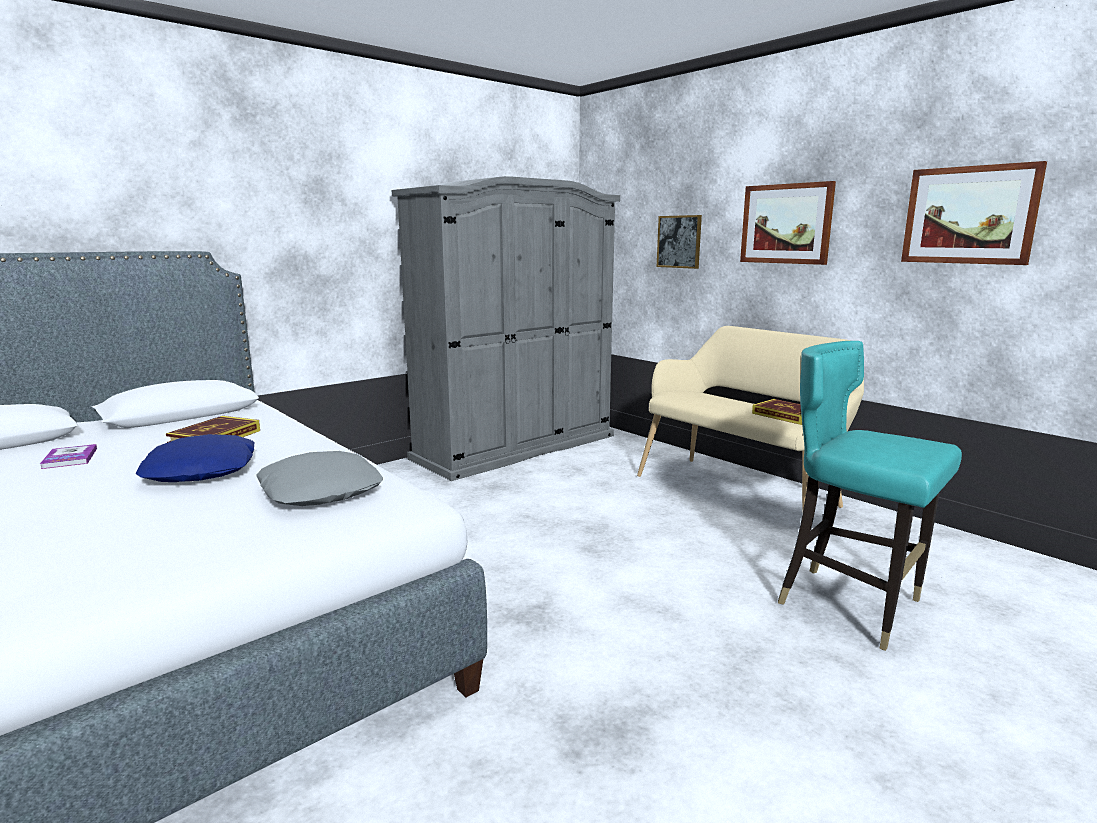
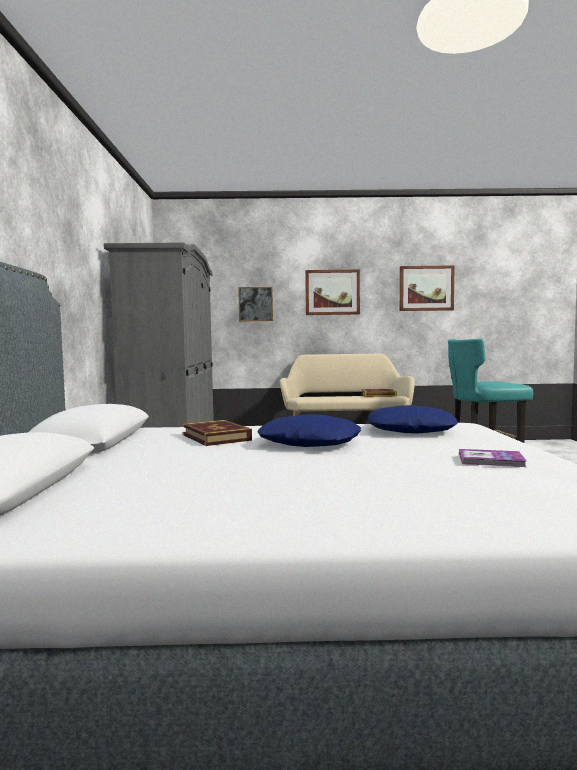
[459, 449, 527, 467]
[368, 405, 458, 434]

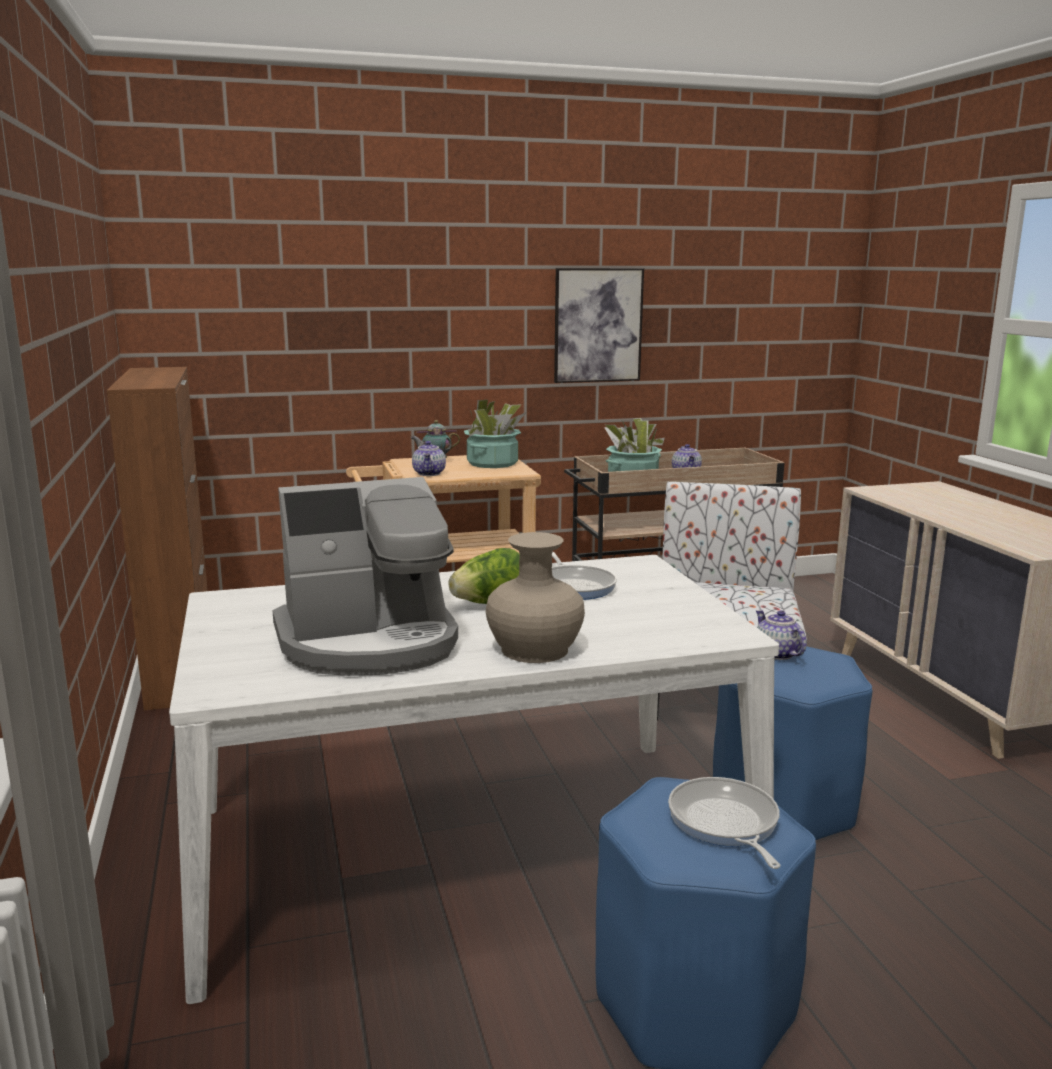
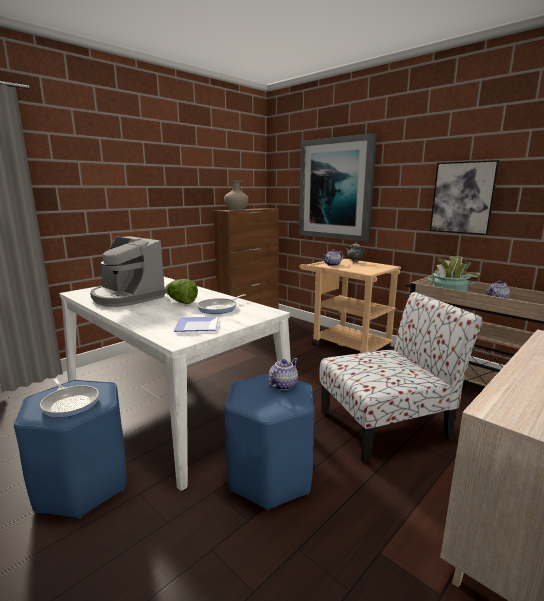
[464, 400, 526, 468] (first image)
[174, 317, 219, 332]
[299, 133, 377, 242]
[224, 180, 248, 210]
[40, 378, 99, 418]

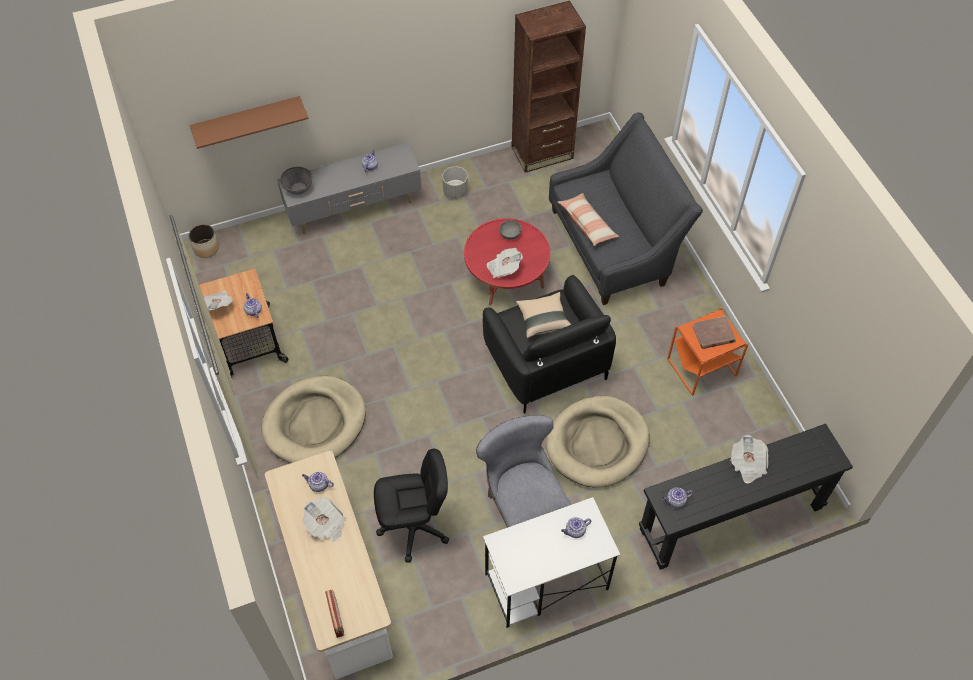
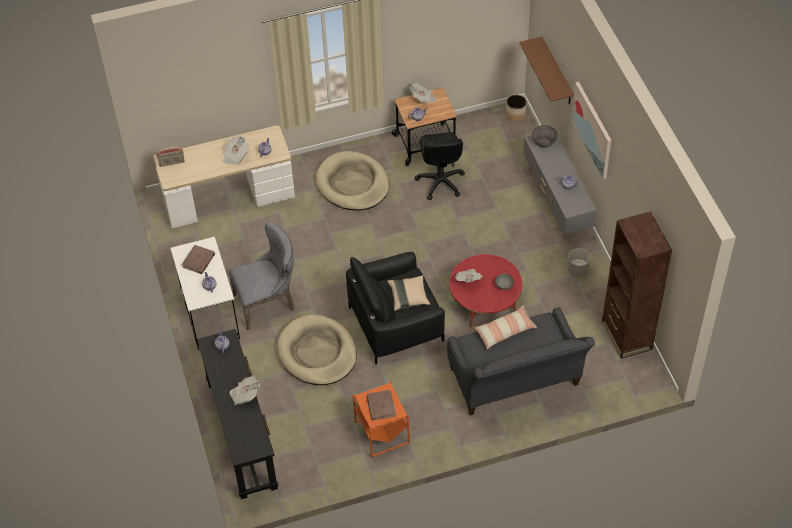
[182, 245, 215, 274]
[572, 82, 611, 179]
[415, 132, 465, 200]

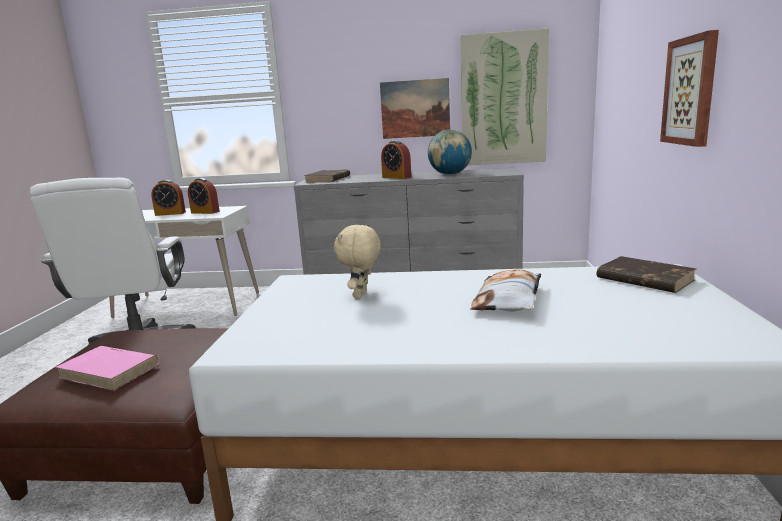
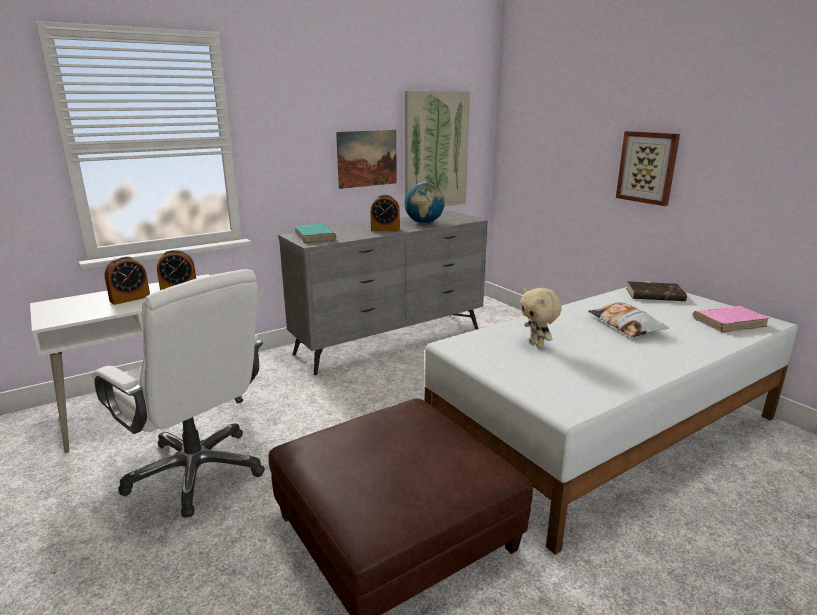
[692, 306, 769, 332]
[295, 224, 337, 243]

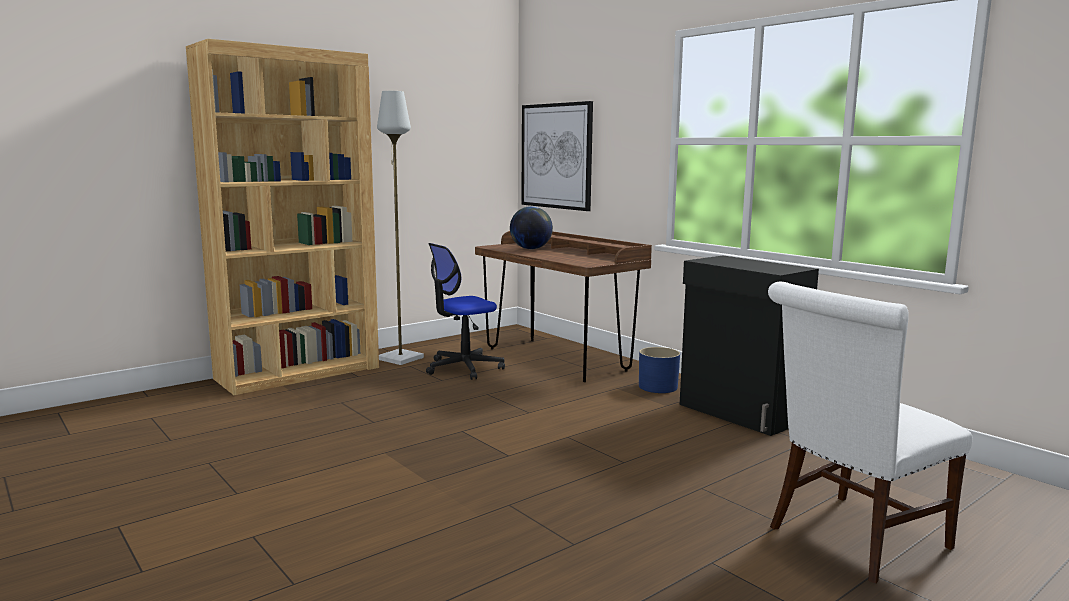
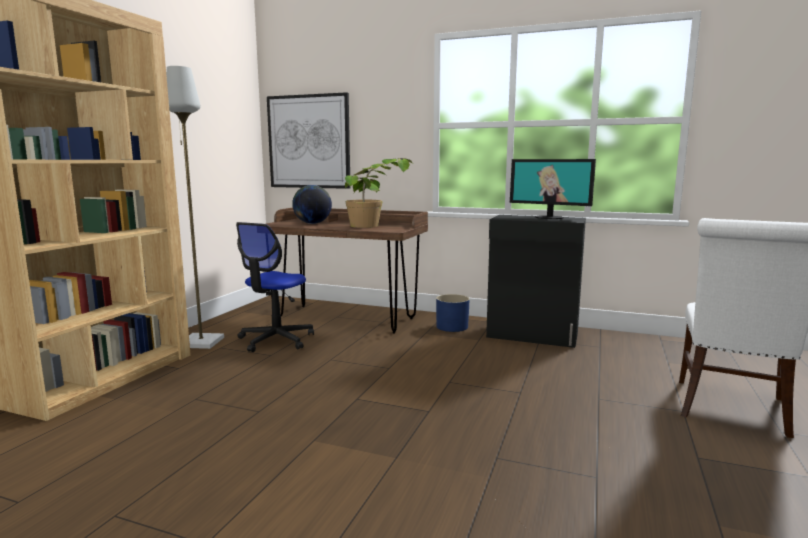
[345, 158, 412, 228]
[510, 159, 596, 219]

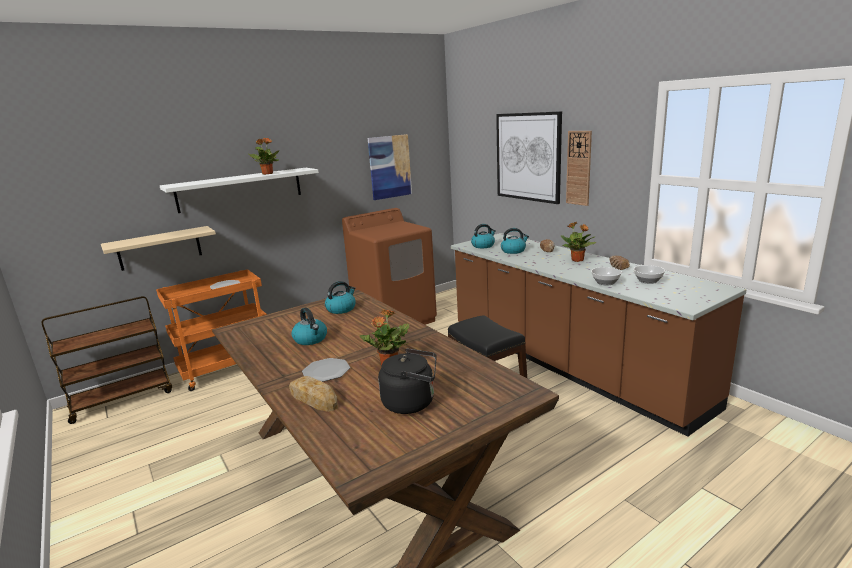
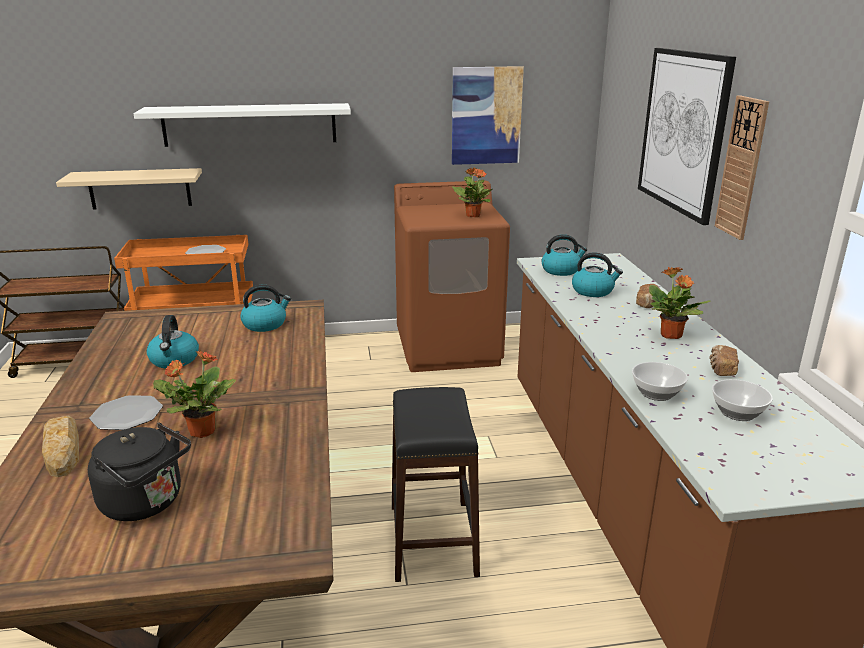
[452, 167, 492, 217]

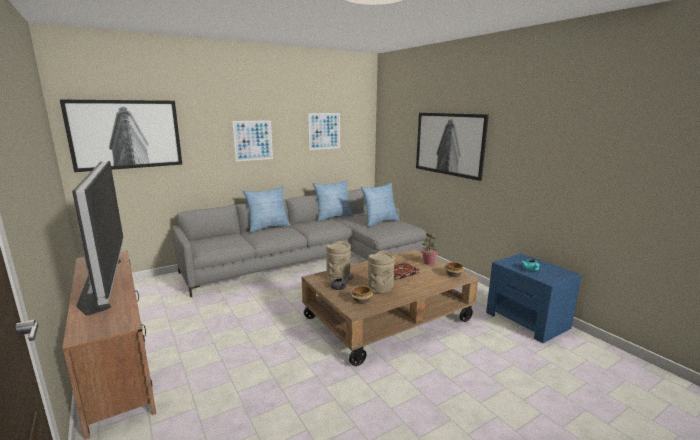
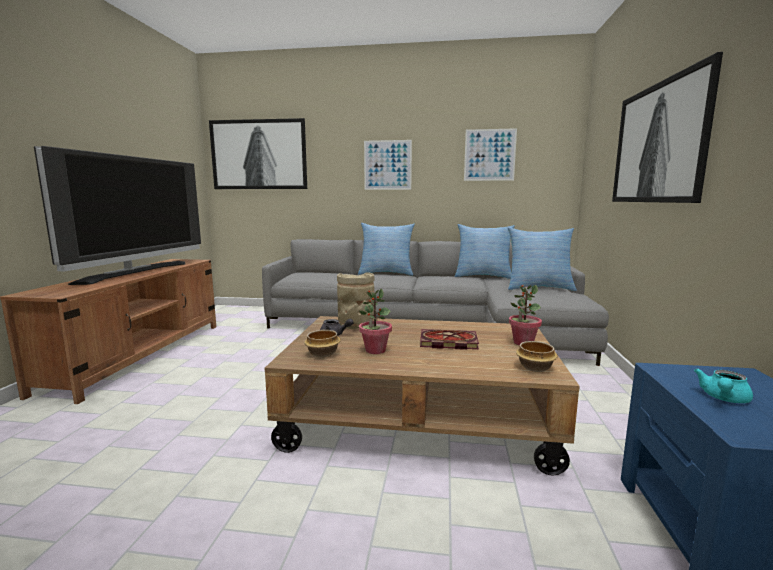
[359, 289, 392, 354]

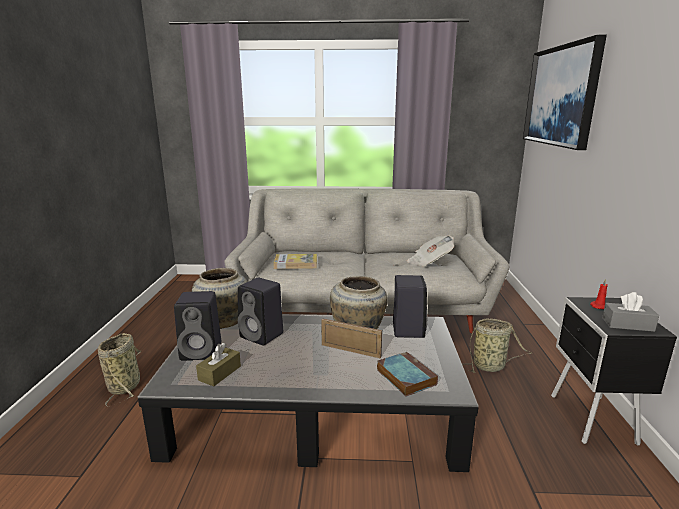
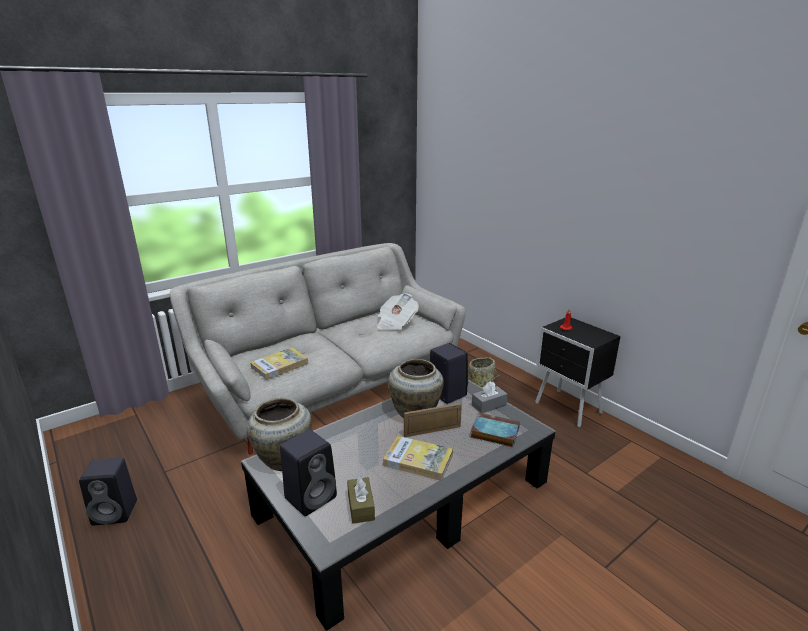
[98, 333, 141, 407] (first image)
[523, 35, 607, 150] (first image)
[383, 436, 453, 481]
[79, 457, 137, 525]
[472, 381, 507, 413]

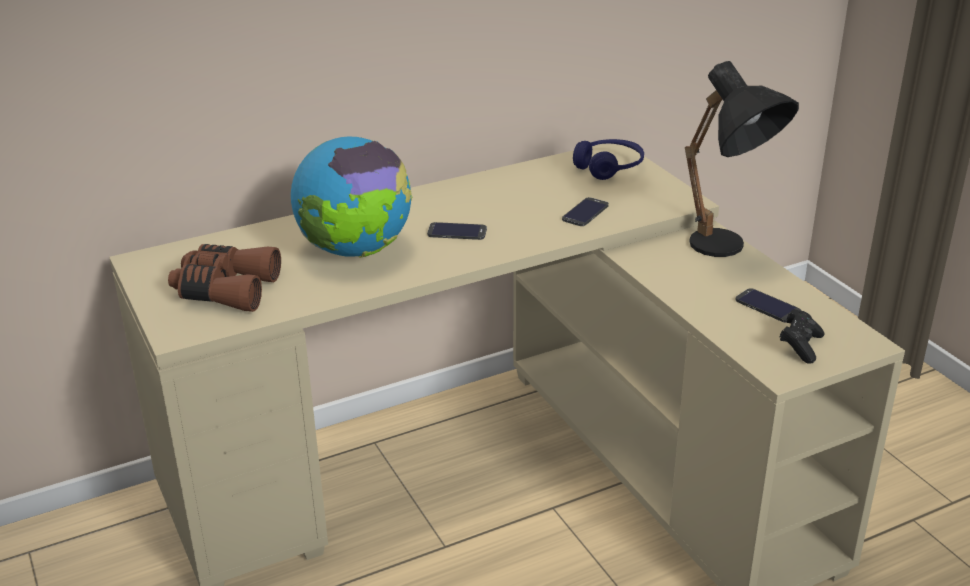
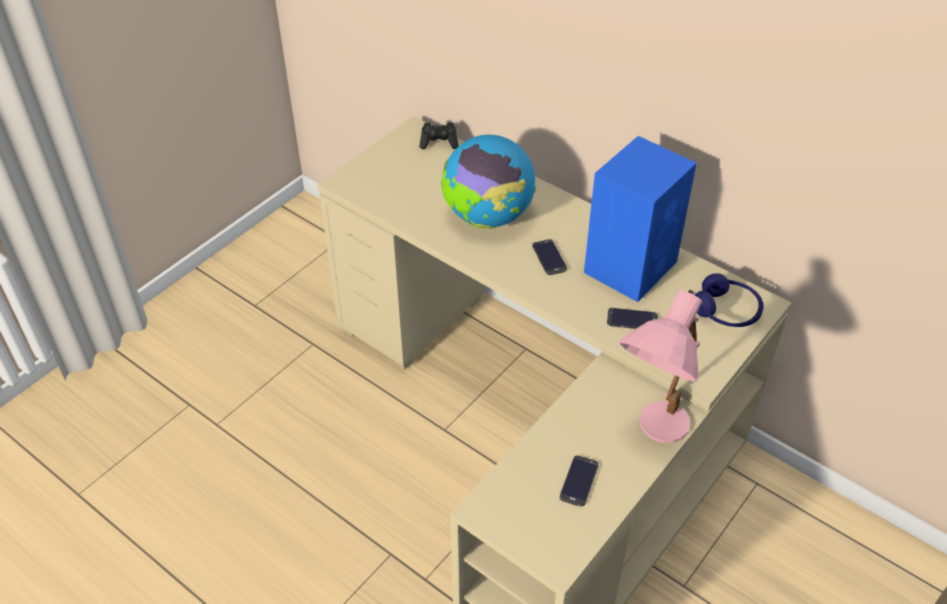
[168, 244, 281, 312] (first image)
[584, 136, 697, 302]
[419, 123, 459, 149]
[619, 290, 703, 443]

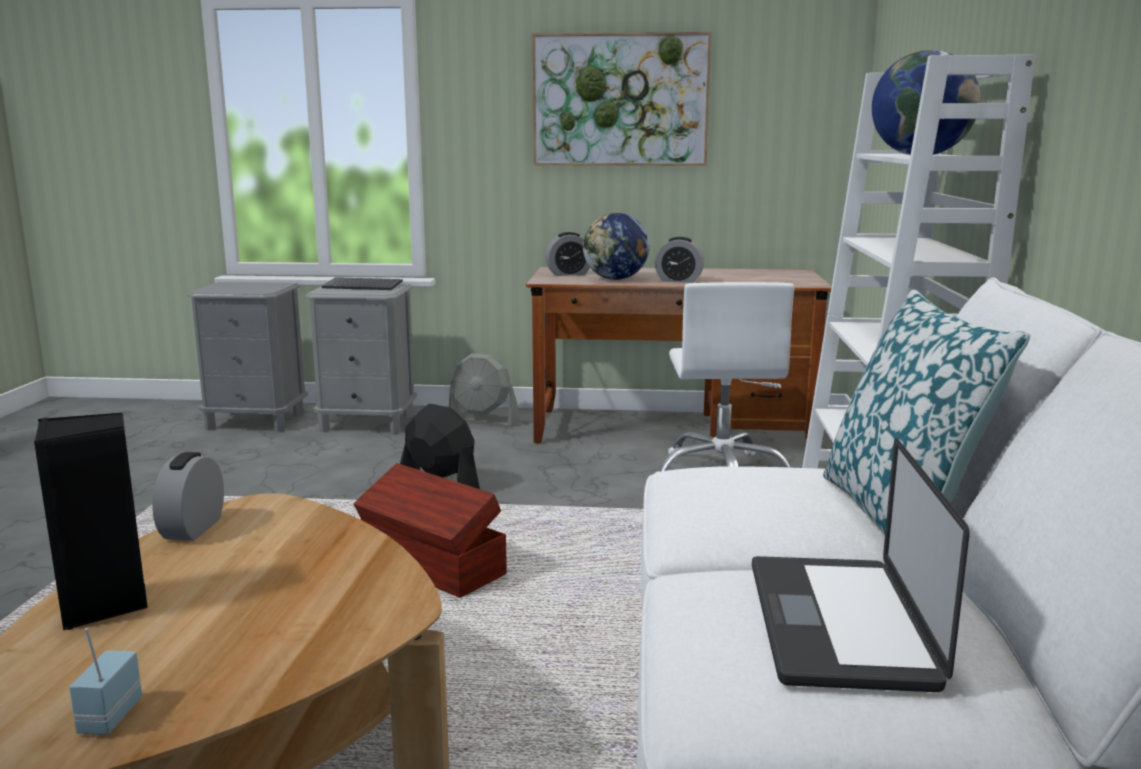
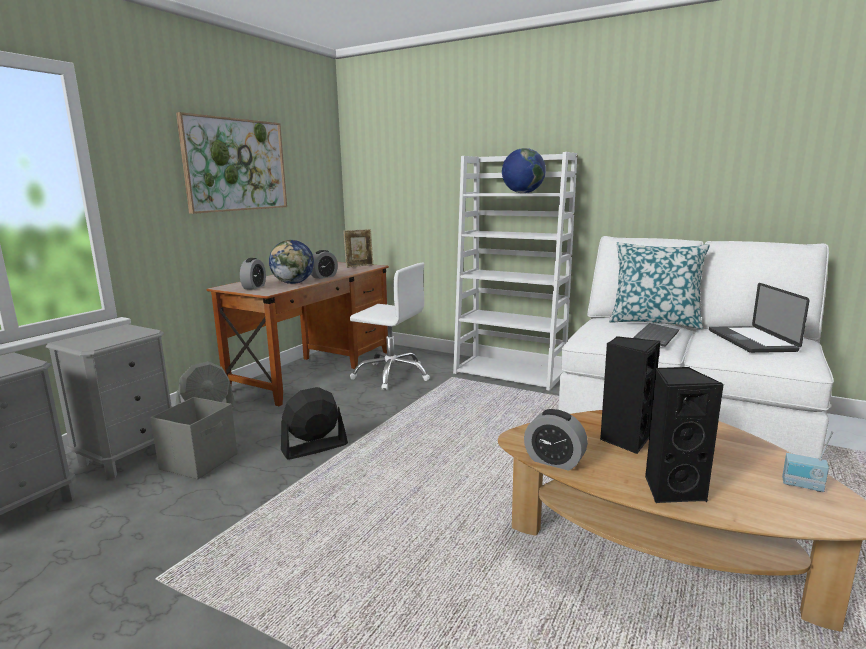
[353, 463, 507, 598] (first image)
[150, 397, 237, 479]
[343, 229, 373, 268]
[600, 336, 660, 454]
[633, 323, 679, 347]
[709, 283, 810, 353]

